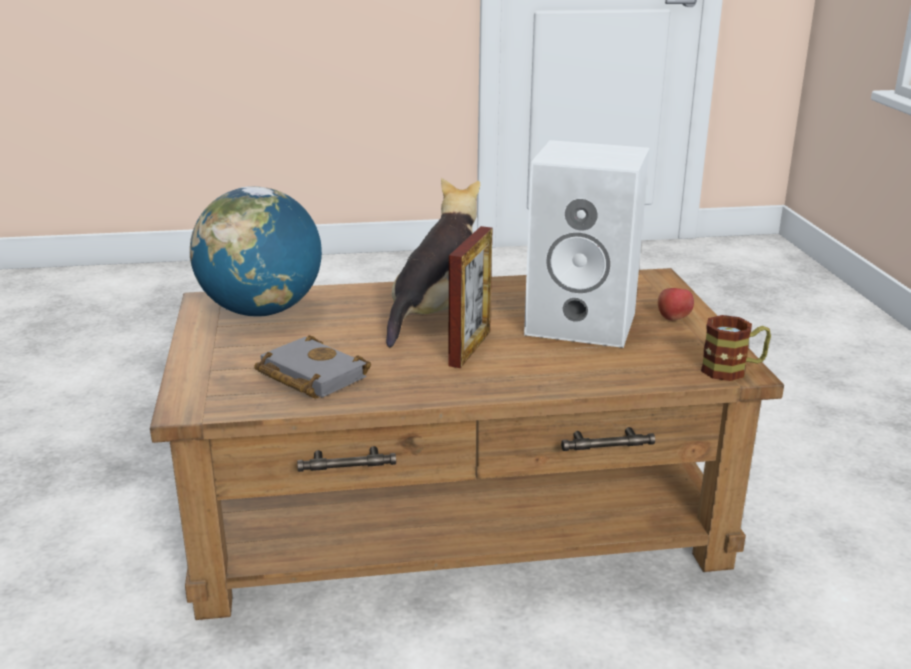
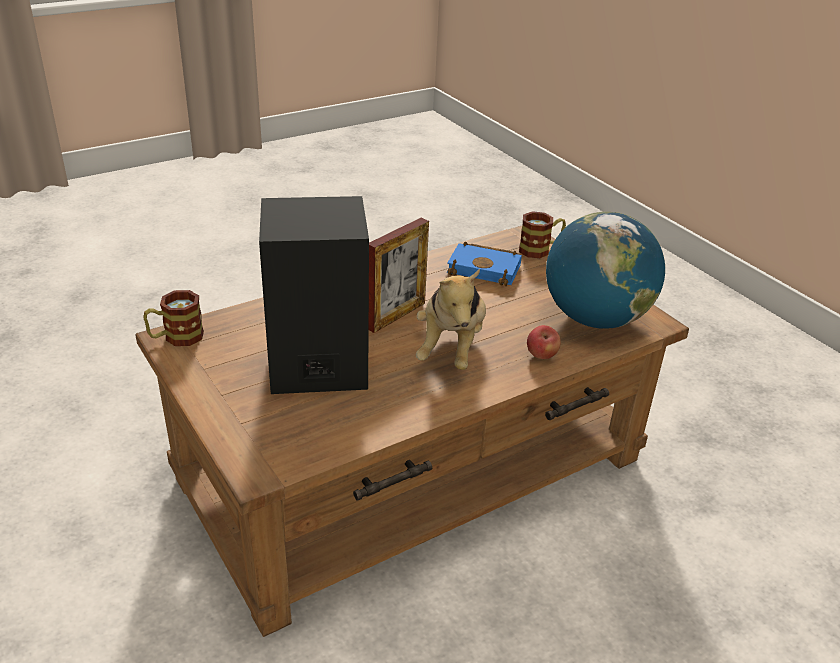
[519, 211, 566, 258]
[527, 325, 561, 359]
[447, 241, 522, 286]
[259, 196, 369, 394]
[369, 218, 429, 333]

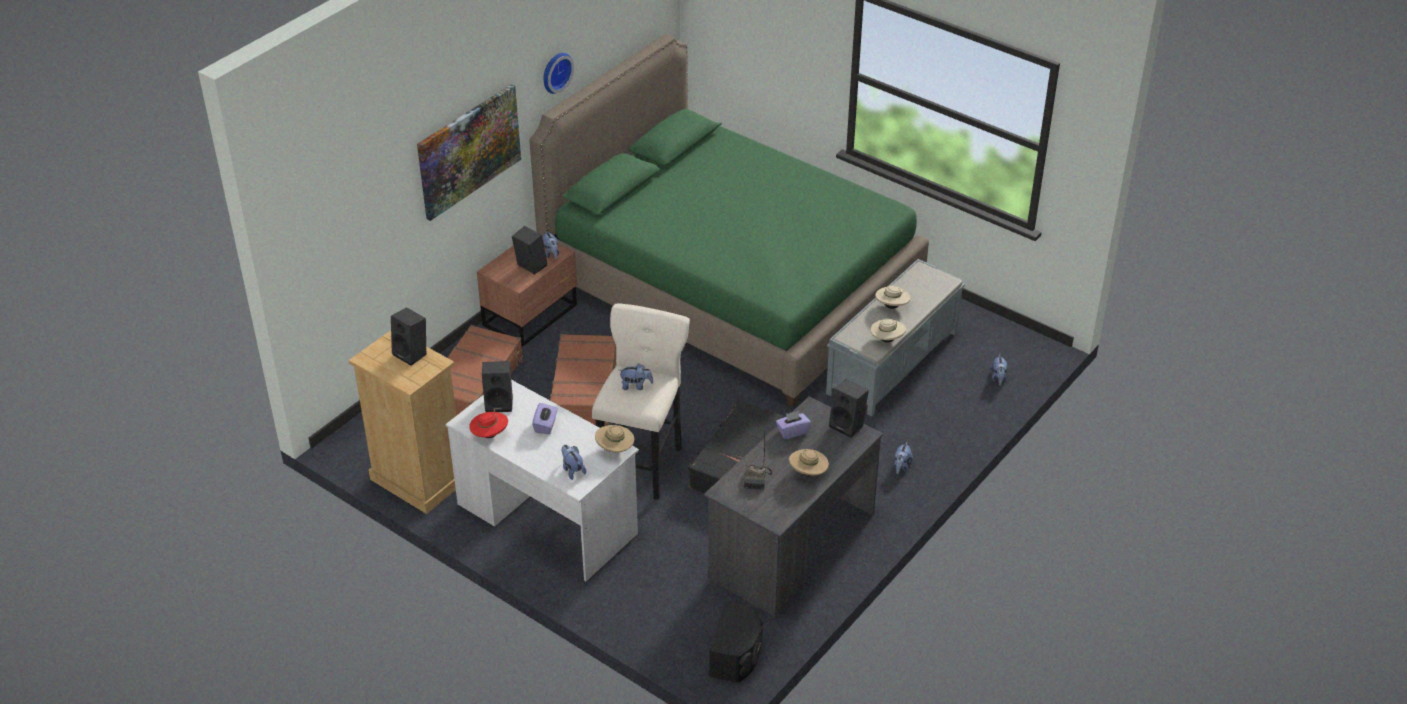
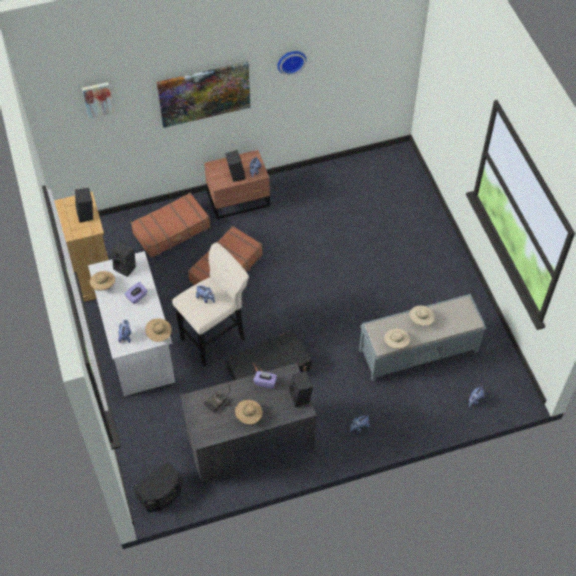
[529, 34, 929, 407] (first image)
[82, 82, 114, 119]
[90, 271, 115, 291]

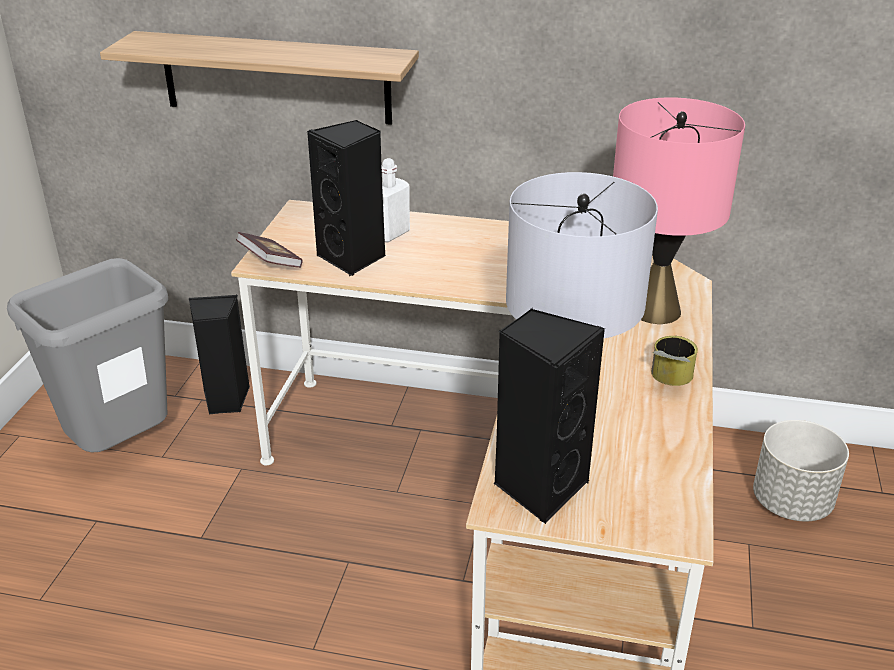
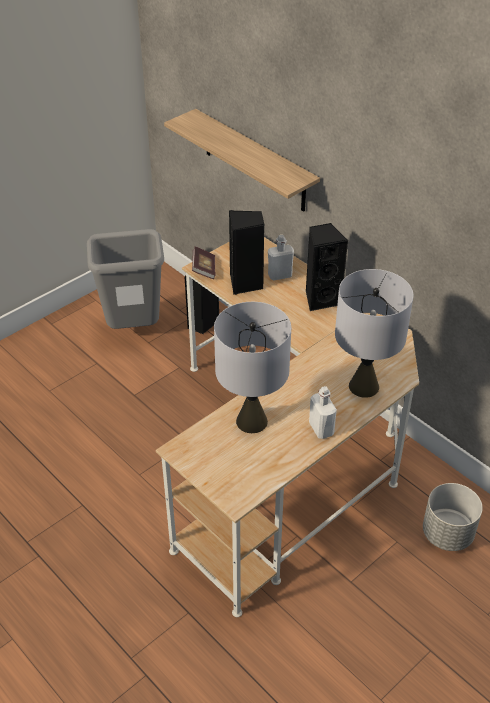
[306, 223, 348, 311]
[309, 386, 337, 439]
[335, 269, 414, 398]

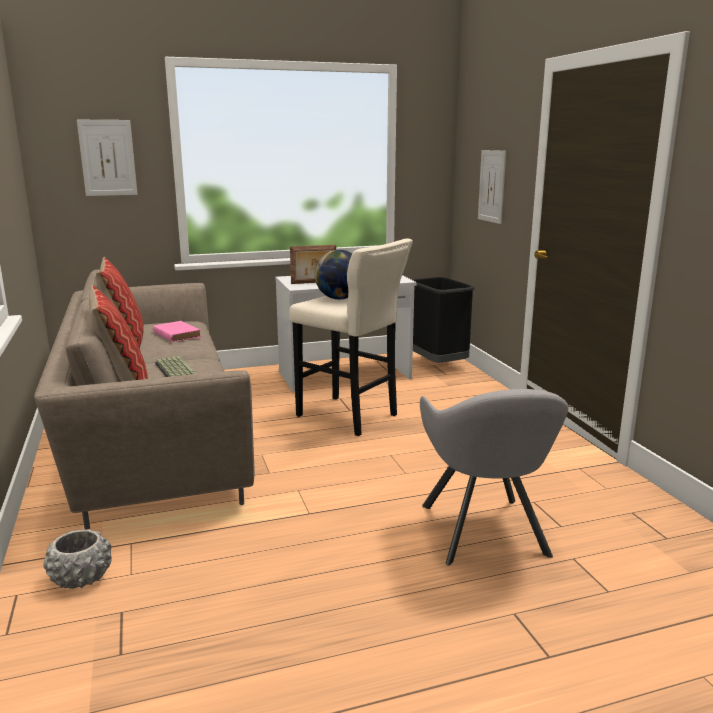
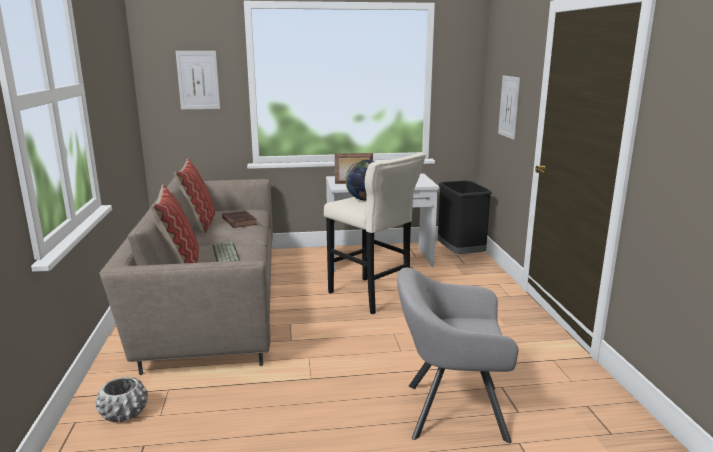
[222, 210, 257, 228]
[397, 267, 518, 443]

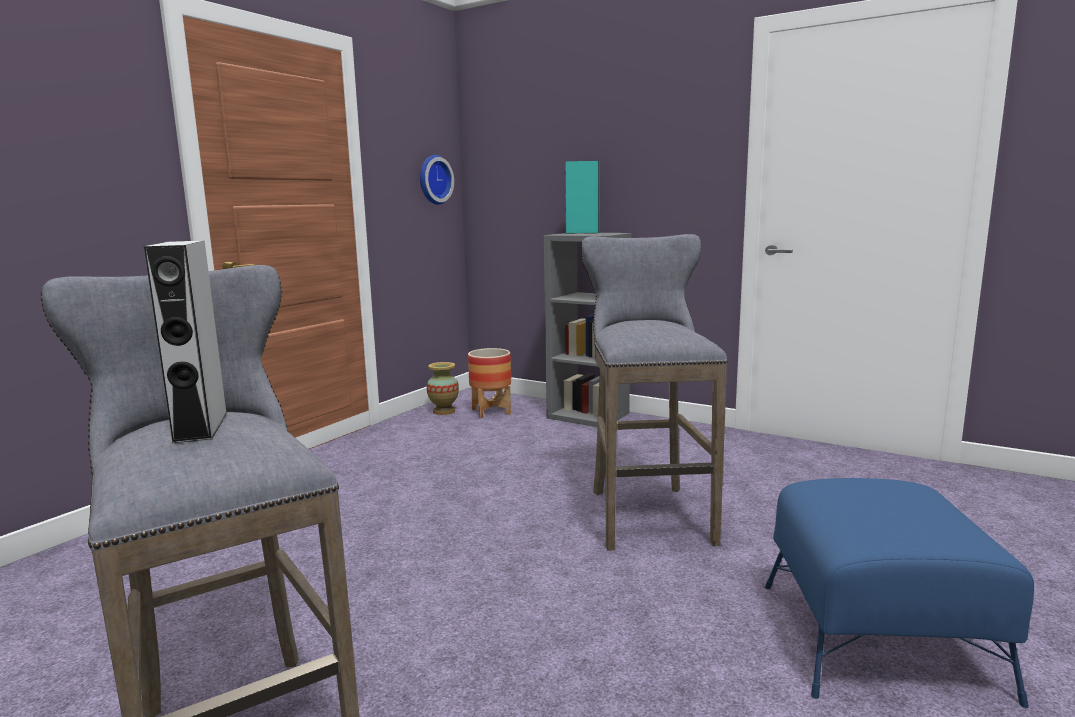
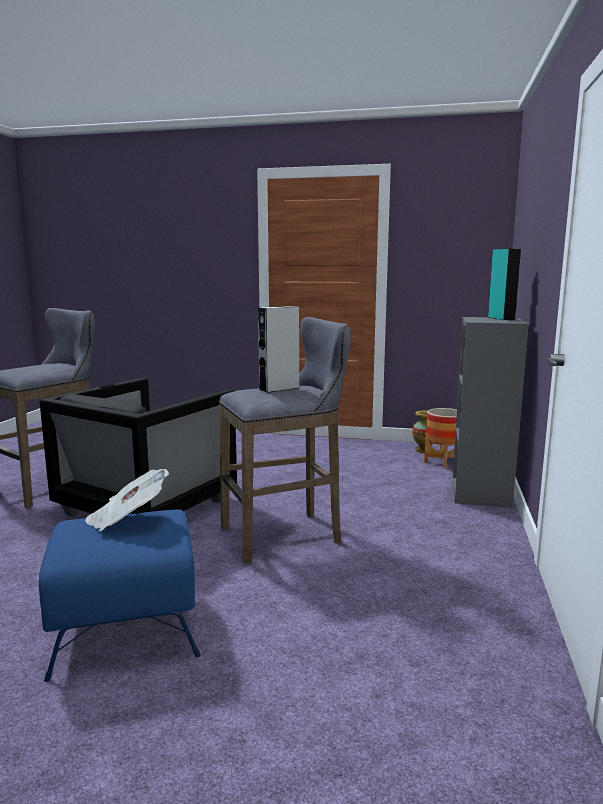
[420, 155, 454, 205] (first image)
[39, 378, 237, 517]
[85, 469, 169, 531]
[258, 306, 299, 393]

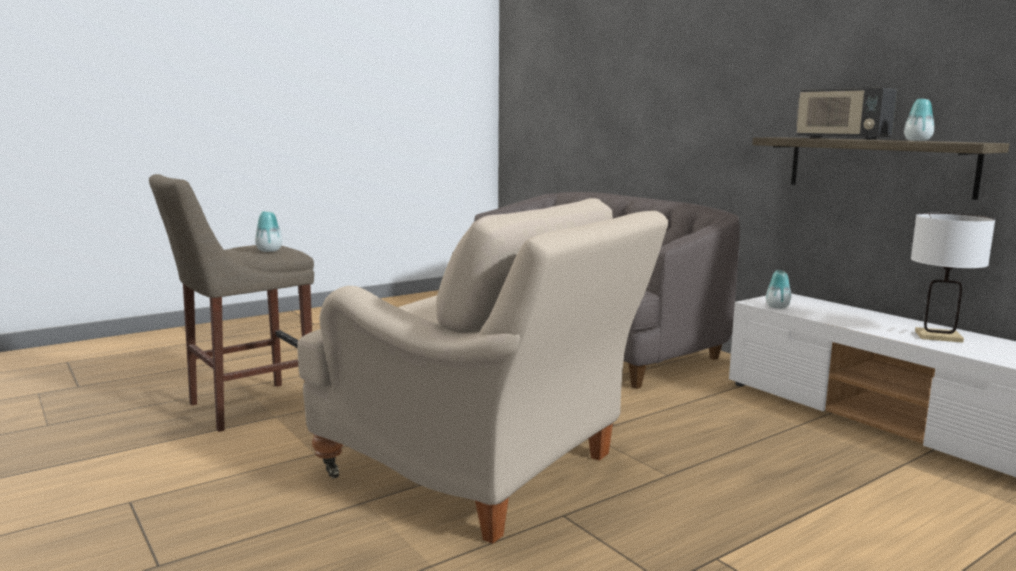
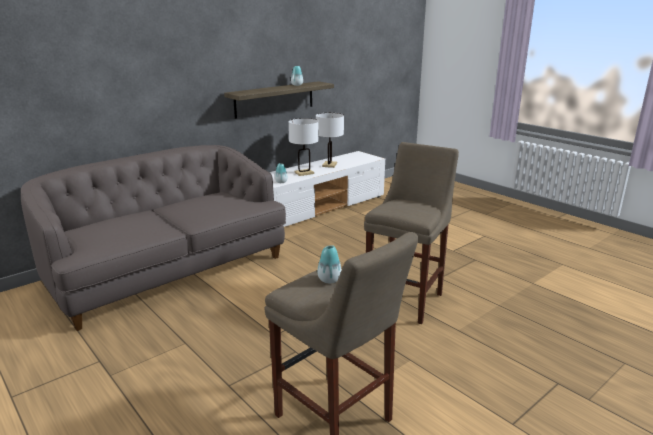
[797, 88, 897, 140] (first image)
[289, 118, 319, 176]
[364, 142, 459, 324]

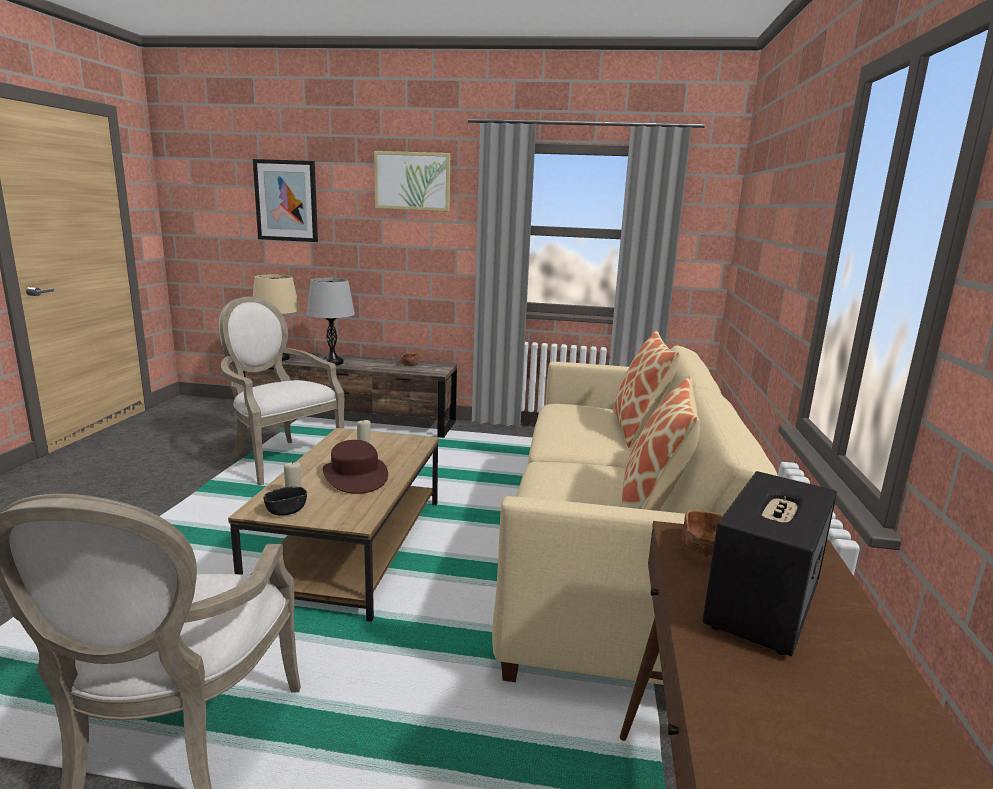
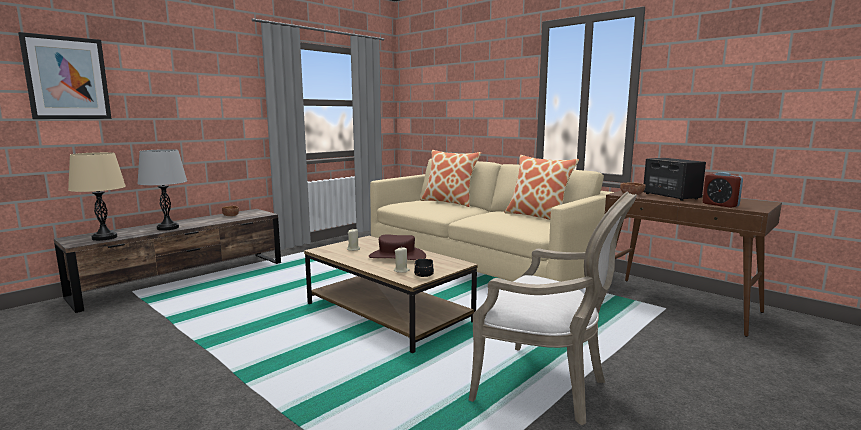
[218, 296, 344, 486] (first image)
[374, 151, 450, 211] (first image)
[703, 172, 743, 208]

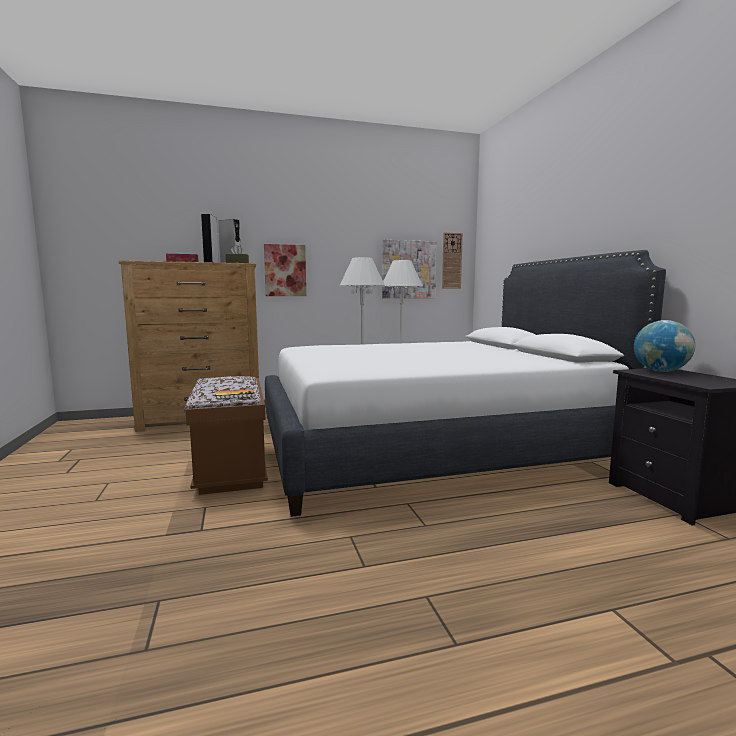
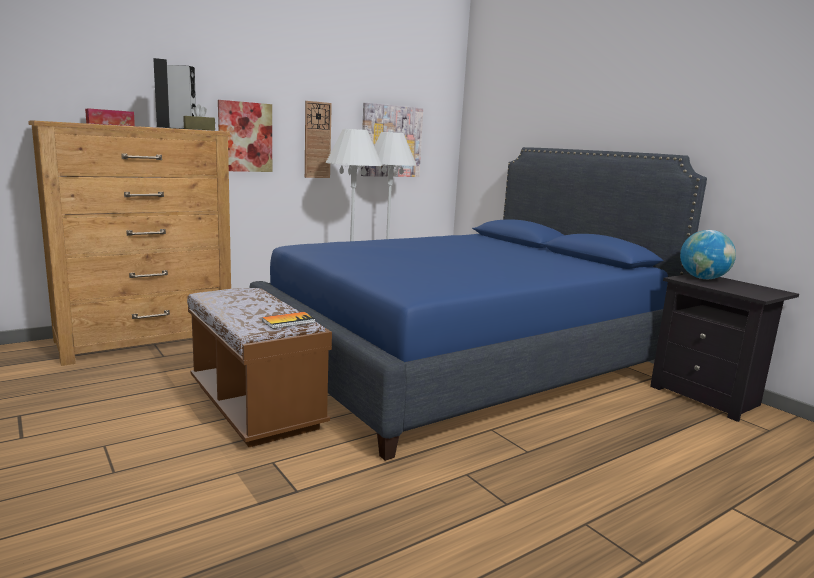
[305, 101, 332, 178]
[250, 147, 707, 461]

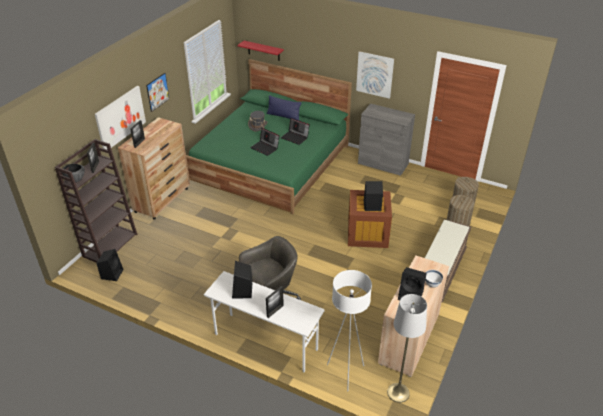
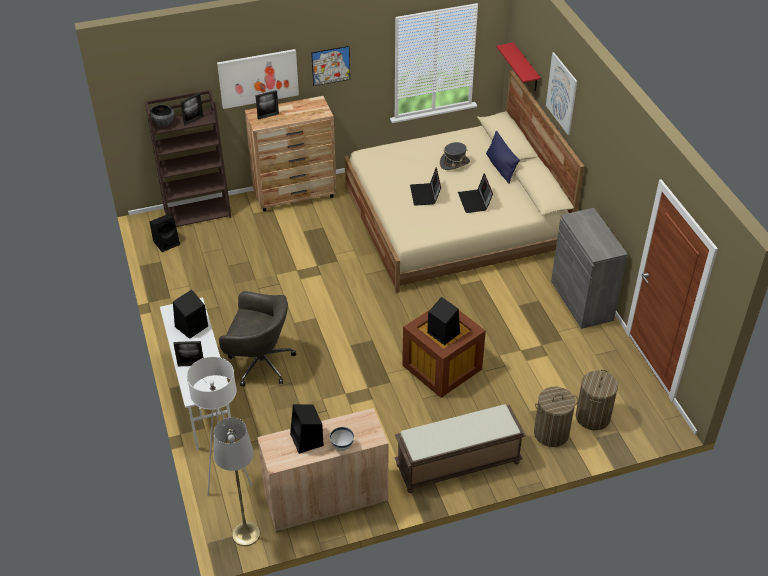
[546, 52, 577, 135]
[344, 71, 585, 293]

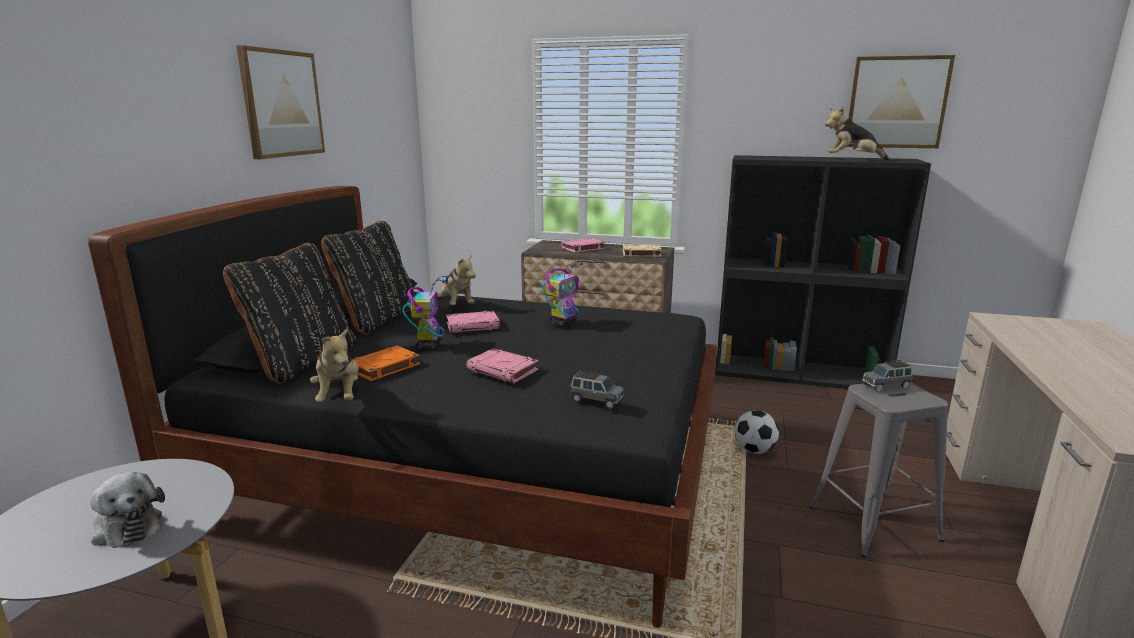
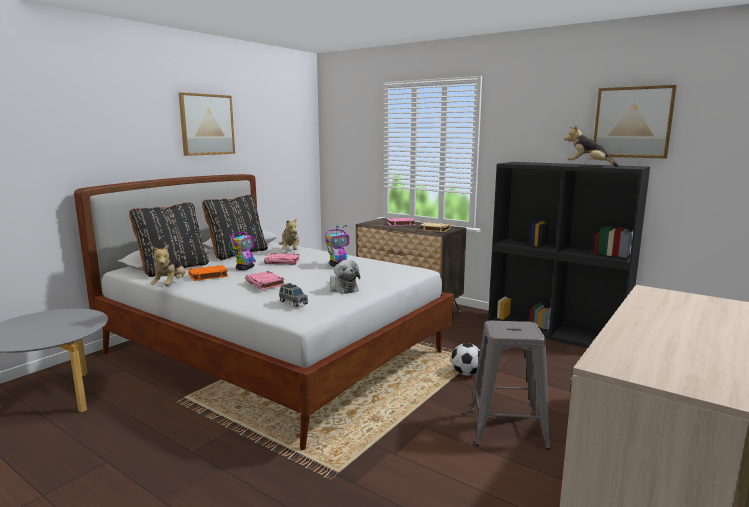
[862, 360, 913, 392] (first image)
[330, 260, 360, 294]
[74, 174, 454, 450]

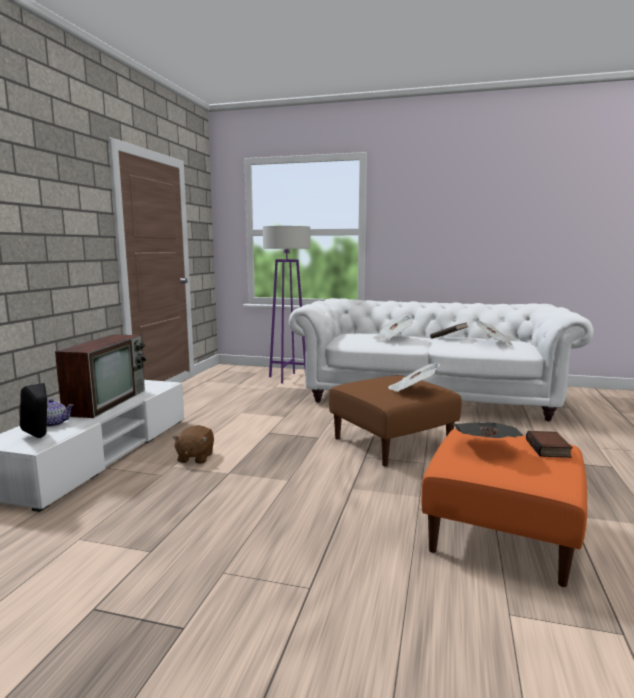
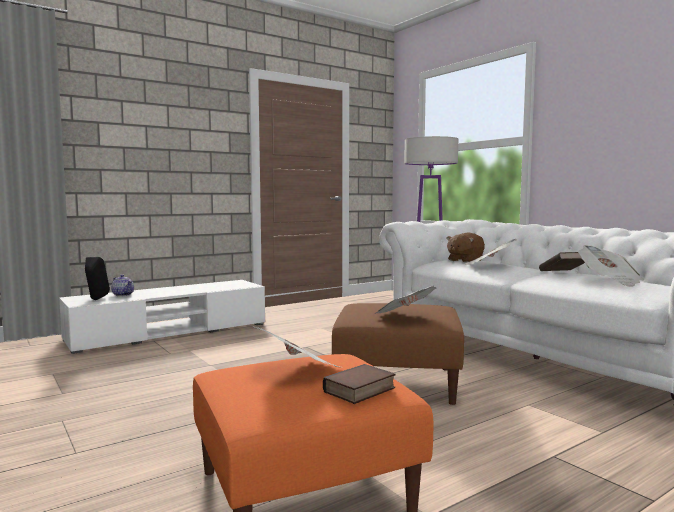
[55, 334, 147, 418] (first image)
[446, 233, 485, 263]

